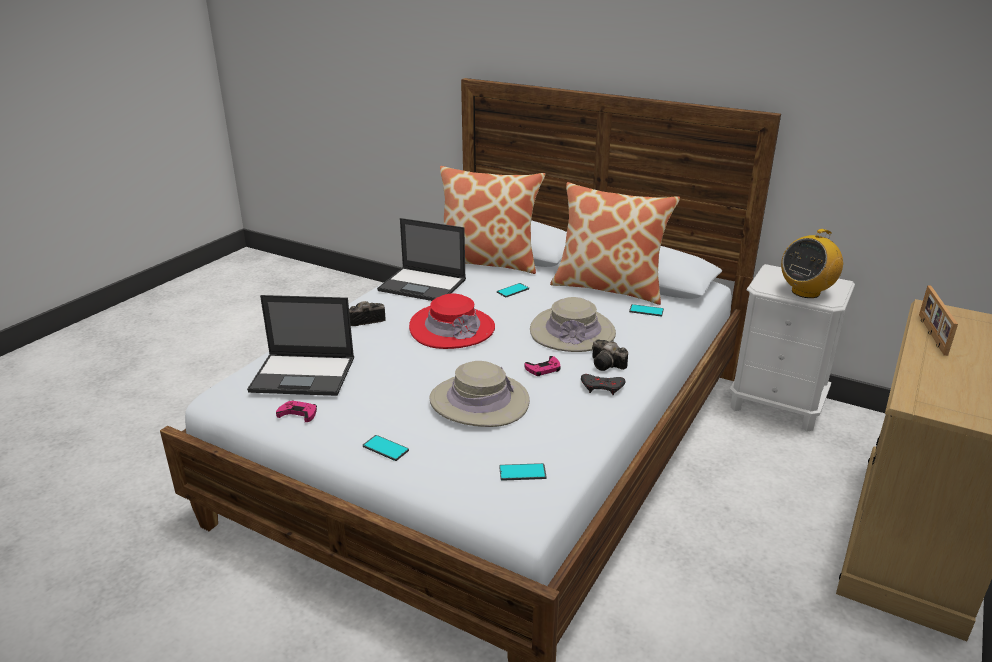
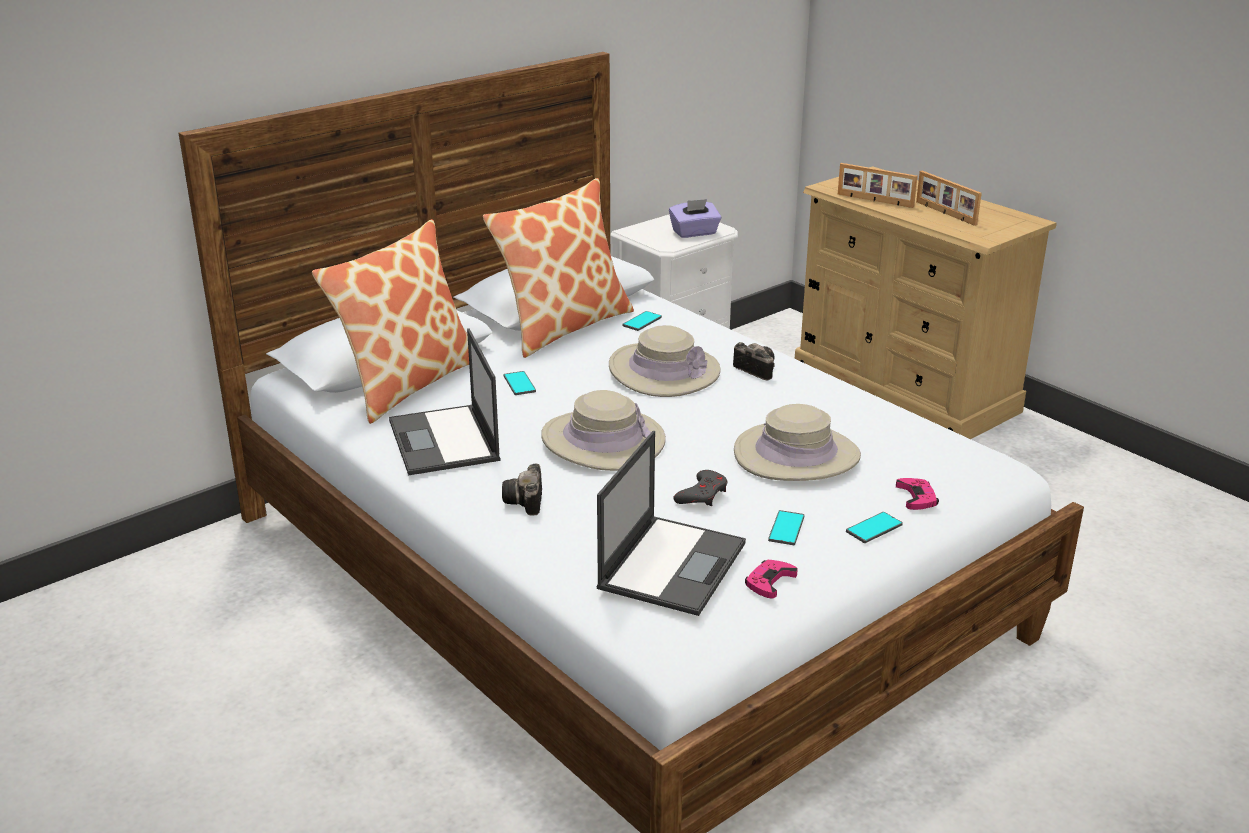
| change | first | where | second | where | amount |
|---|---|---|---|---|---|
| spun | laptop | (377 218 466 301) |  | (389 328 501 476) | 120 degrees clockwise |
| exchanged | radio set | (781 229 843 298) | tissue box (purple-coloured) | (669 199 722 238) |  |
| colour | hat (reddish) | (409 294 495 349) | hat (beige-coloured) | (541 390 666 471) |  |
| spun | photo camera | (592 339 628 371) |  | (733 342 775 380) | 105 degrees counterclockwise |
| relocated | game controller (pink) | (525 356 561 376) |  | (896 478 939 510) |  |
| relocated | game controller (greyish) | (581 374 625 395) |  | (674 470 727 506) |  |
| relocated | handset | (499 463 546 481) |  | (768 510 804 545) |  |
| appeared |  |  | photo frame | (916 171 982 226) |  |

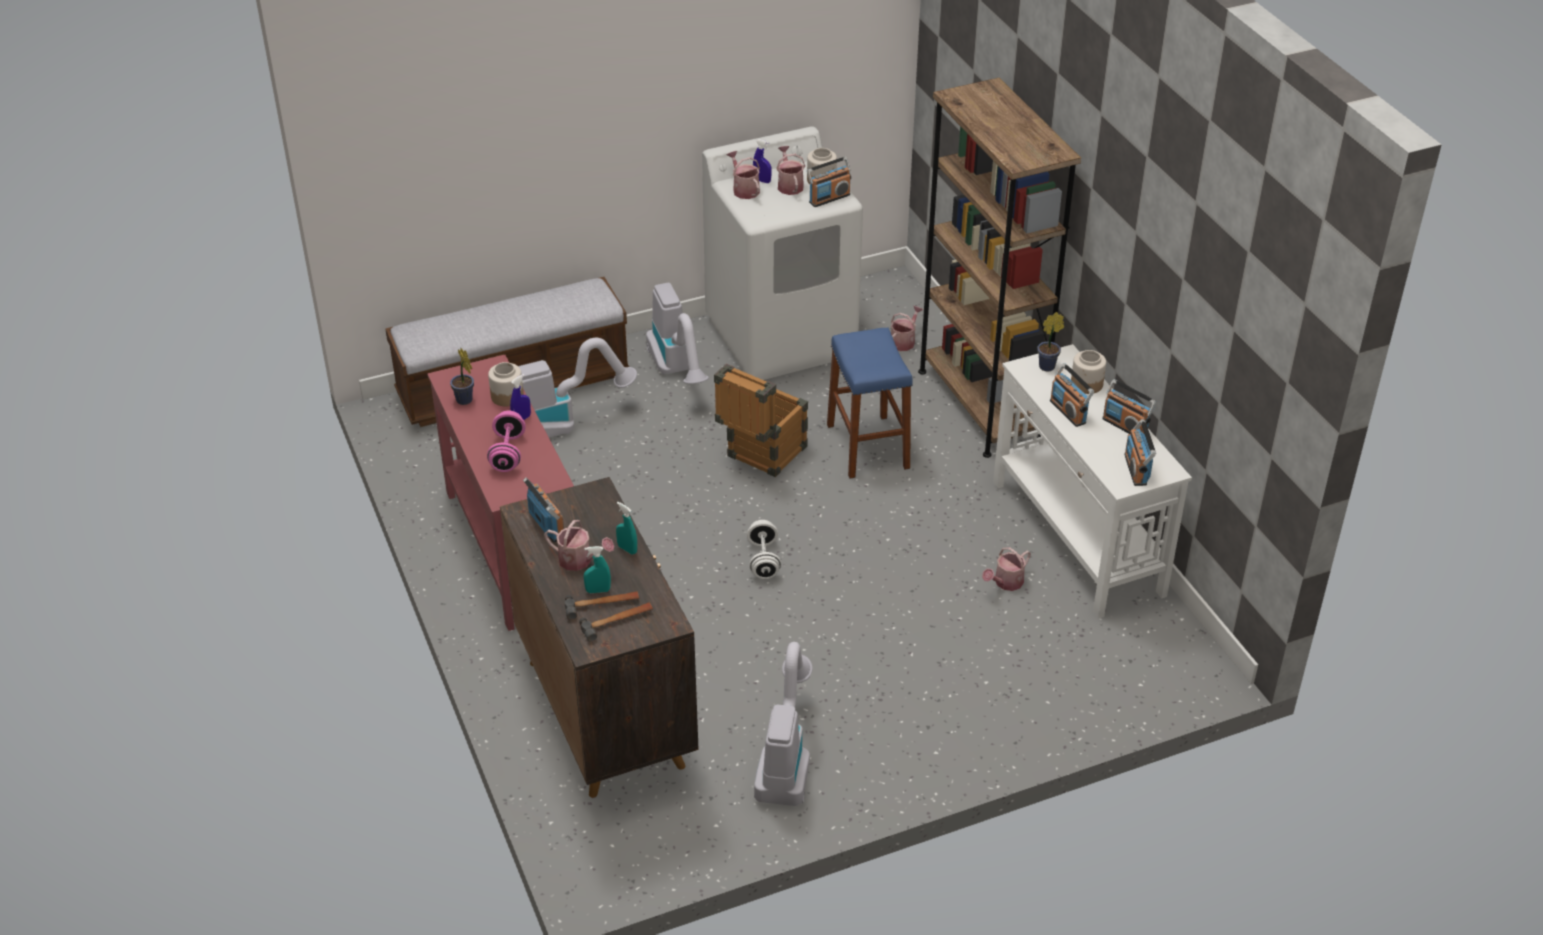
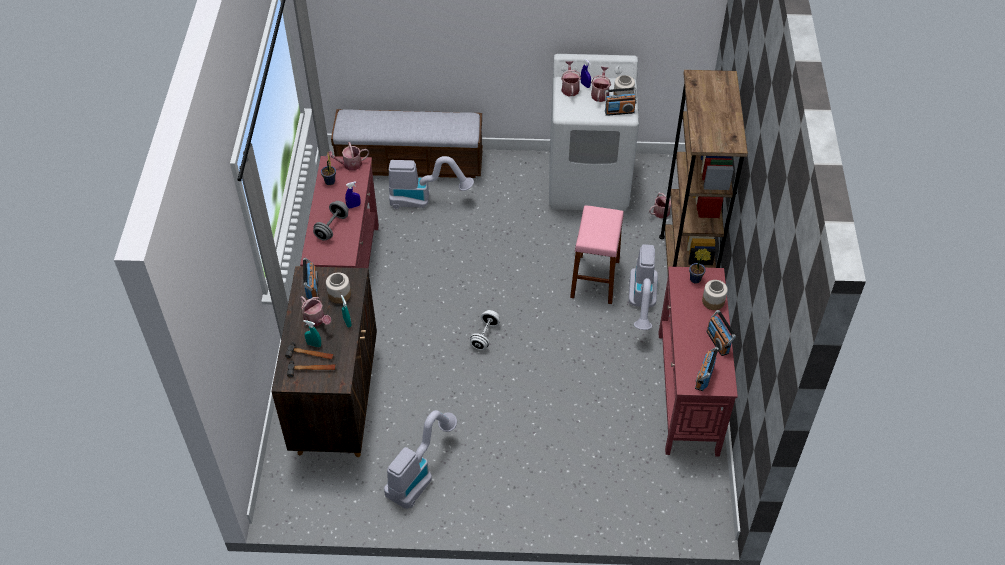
| change | first | where | second | where | amount |
|---|---|---|---|---|---|
| relocated | hoover | (646 283 709 384) |  | (629 244 658 330) |  |
| colour | stool (blue) | (827 327 913 478) | stool (pink) | (570 205 624 304) |  |
| colour | narrow table (white) | (993 344 1192 618) | narrow table (reddish) | (658 267 738 457) |  |
| relocated | preserve jar | (488 362 524 406) |  | (326 272 351 304) |  |
| missing | radio set | (1050 363 1094 427) |  |  |  |
| missing | shipping crate | (714 364 808 477) |  |  |  |
| colour | hand weight (pink) | (487 410 526 472) | hand weight (greyish) | (313 201 349 241) |  |
| relocated | sprinkling can | (982 547 1031 591) |  | (326 142 369 170) |  |

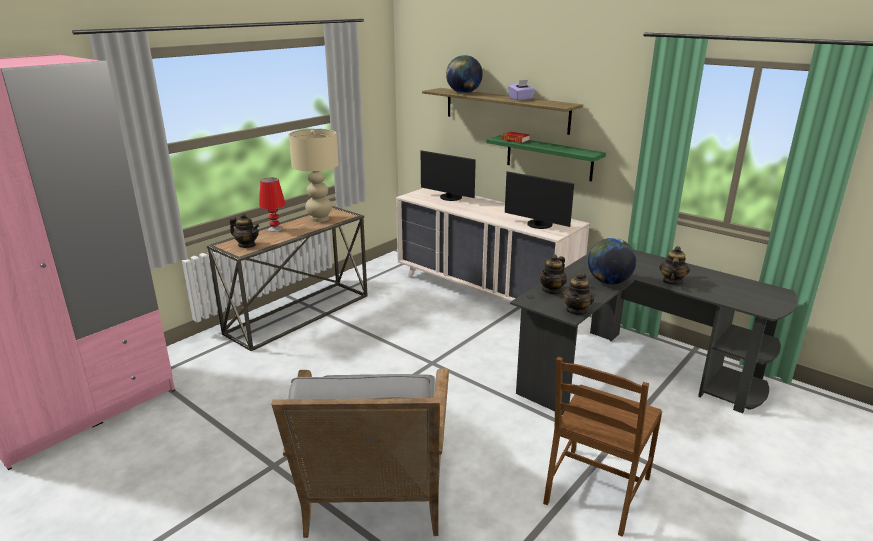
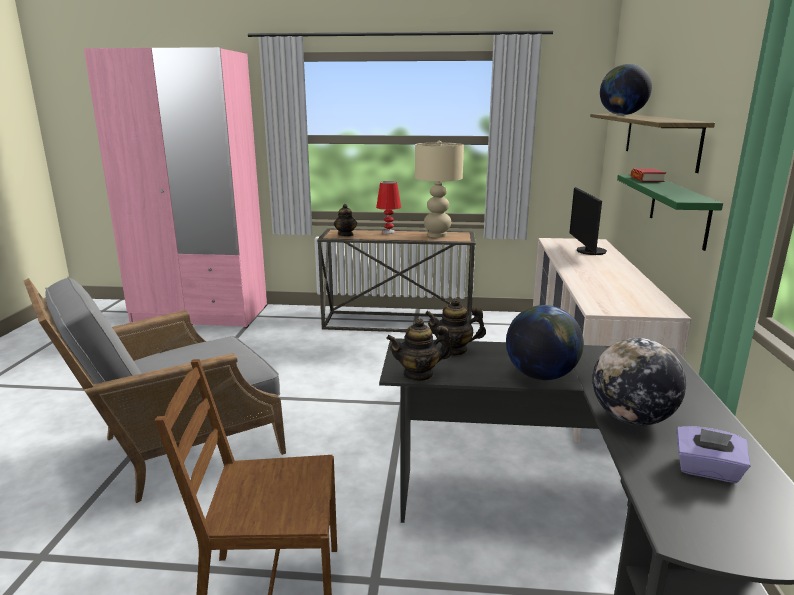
| change | first | where | second | where | amount |
|---|---|---|---|---|---|
| relocated | tissue box (purple-coloured) | (508 80 535 100) |  | (677 426 750 483) |  |
| missing | monitor | (505 171 574 229) |  |  |  |
| exchanged | teapot | (659 246 690 285) | globe | (593 338 686 426) |  |

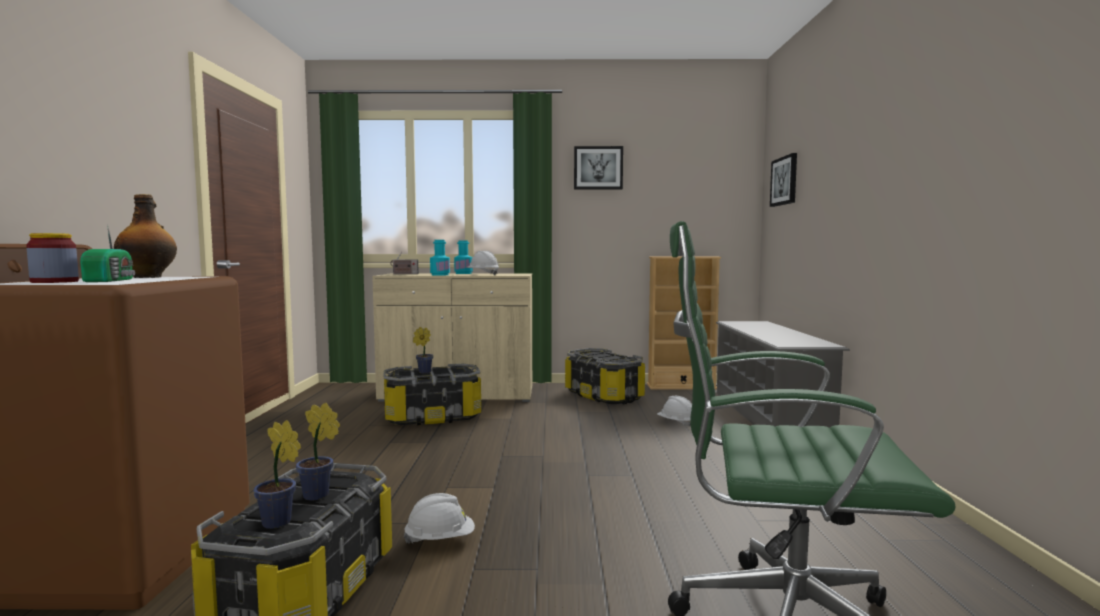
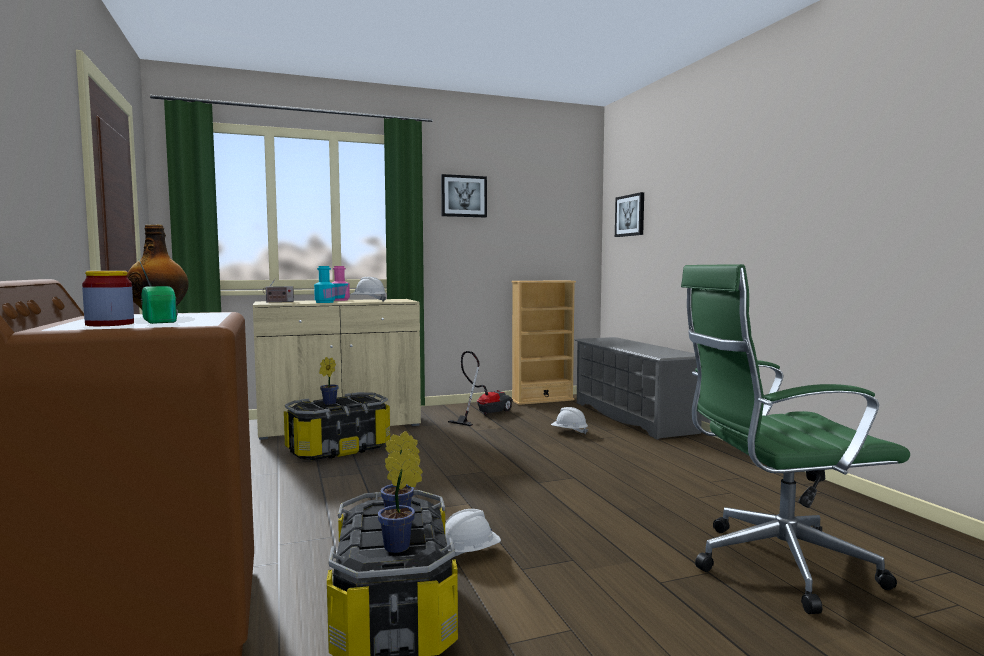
| change | first | where | second | where | amount |
|---|---|---|---|---|---|
| colour | bottle (turquoise) | (454 240 473 274) | bottle (pink) | (332 266 350 301) |  |
| exchanged | storage box | (565 348 645 404) | hoover | (448 351 513 426) |  |

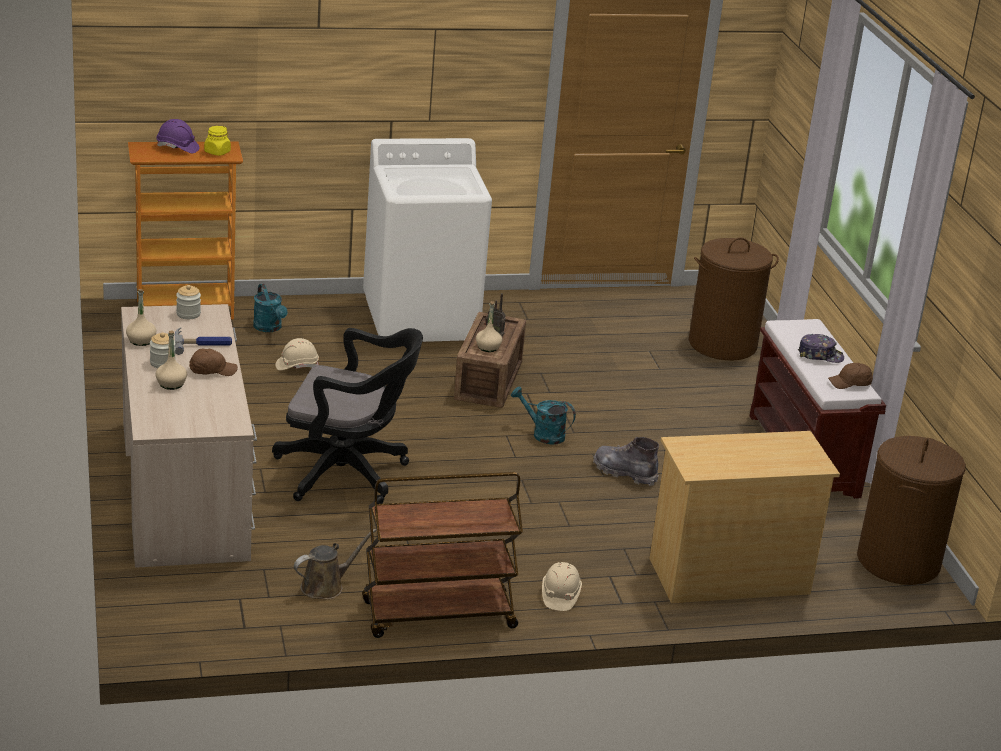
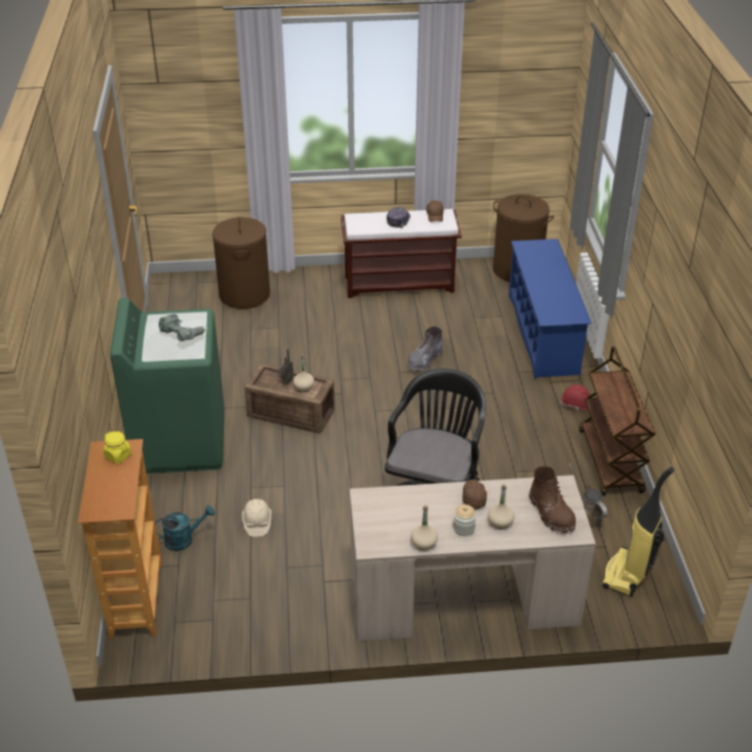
| change | first | where | second | where | amount |
|---|---|---|---|---|---|
| missing | work helmet (purple-coloured) | (156 119 200 153) |  |  |  |
| colour | washing machine (white) | (363 138 492 342) | washing machine (green-coloured) | (110 298 225 474) |  |
| missing | preserve jar | (176 285 201 319) |  |  |  |
| missing | hammer | (175 327 232 355) |  |  |  |
| missing | sprinkling can (turquoise) | (511 386 576 445) |  |  |  |
| exchanged | chest of drawers (beige-coloured) | (650 431 840 603) | shoe stand (blue) | (509 239 592 379) |  |
| colour | work helmet (beige-coloured) | (542 562 582 611) | work helmet (reddish) | (560 385 590 412) |  |
| appeared |  |  | electric drill | (159 314 209 341) |  |
| appeared |  |  | boot (brownish) | (529 466 576 534) |  |
| appeared |  |  | hoover | (602 467 674 597) |  |

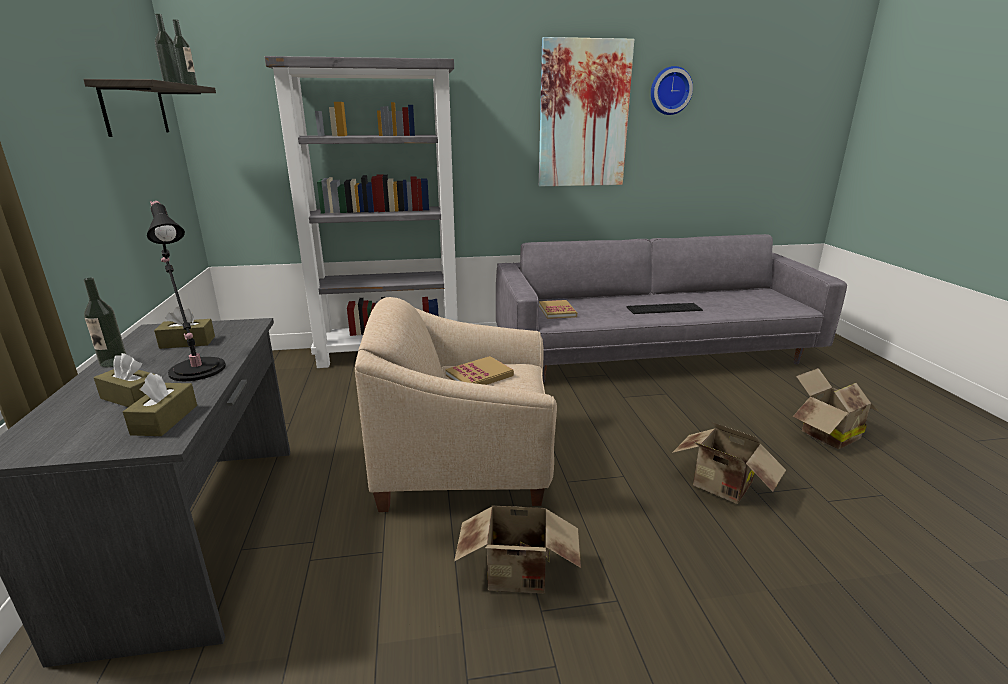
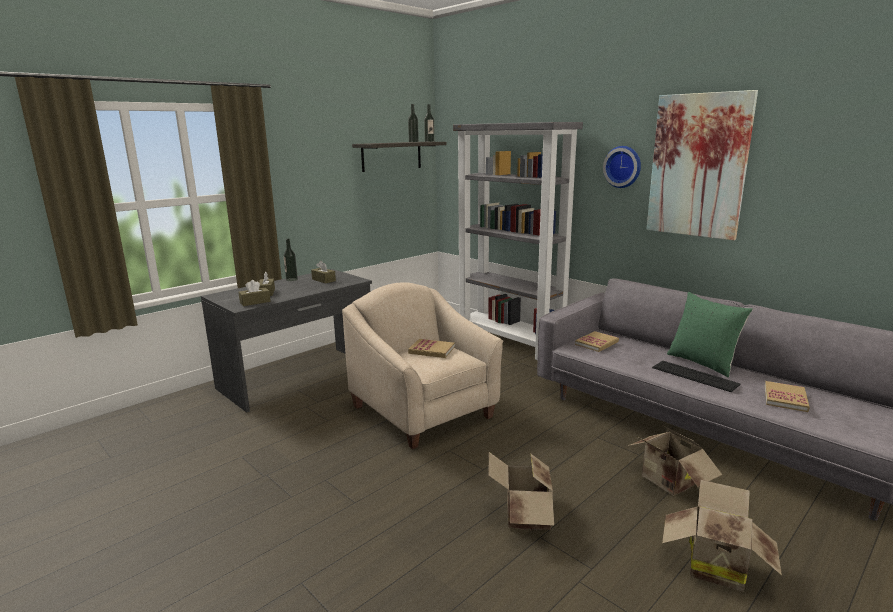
| change | first | where | second | where | amount |
|---|---|---|---|---|---|
| relocated | clock on the wall | (651 66 693 115) |  | (603 146 641 188) |  |
| missing | tabletop lamp (black-coloured) | (147 201 226 381) |  |  |  |
| relocated | carton | (454 506 581 594) |  | (628 424 722 495) |  |
| appeared |  |  | cushion (green-coloured) | (667 292 753 377) |  |
| appeared |  |  | bound book | (765 381 810 412) |  |

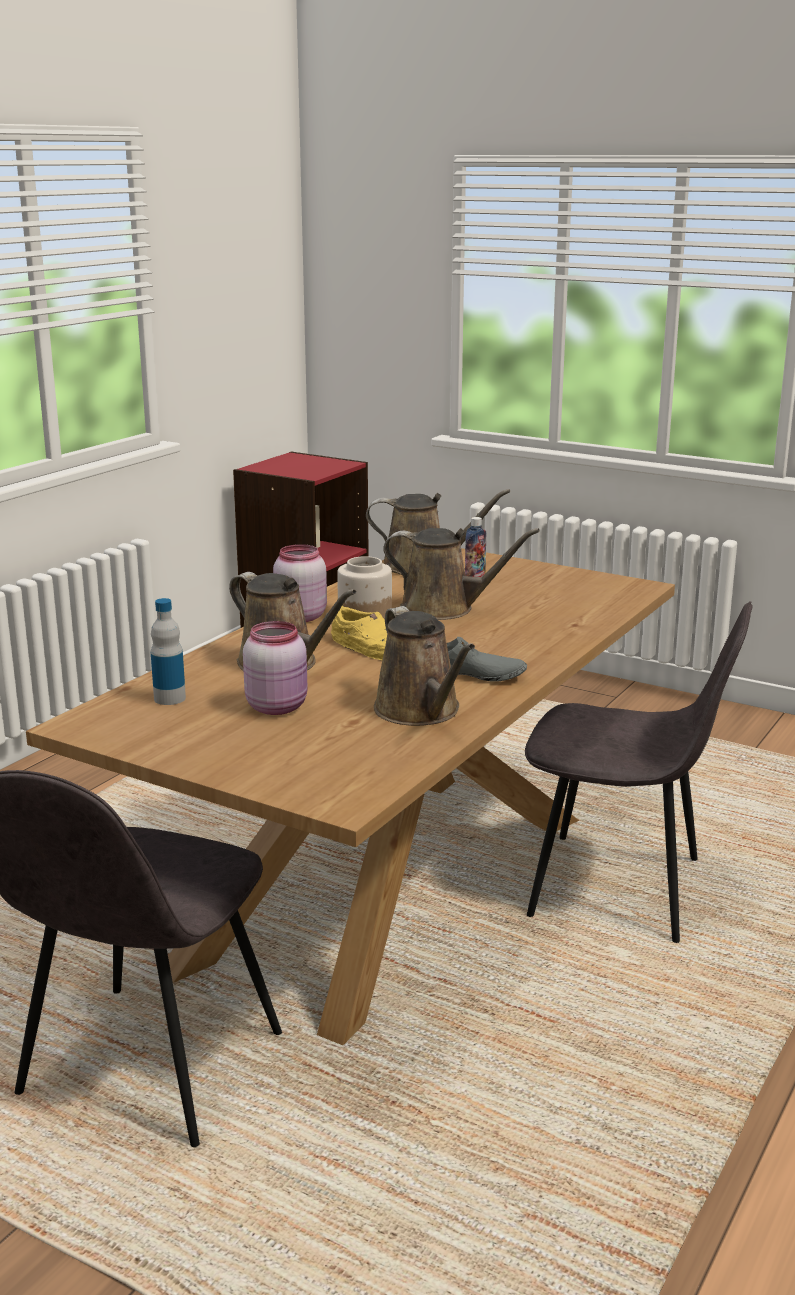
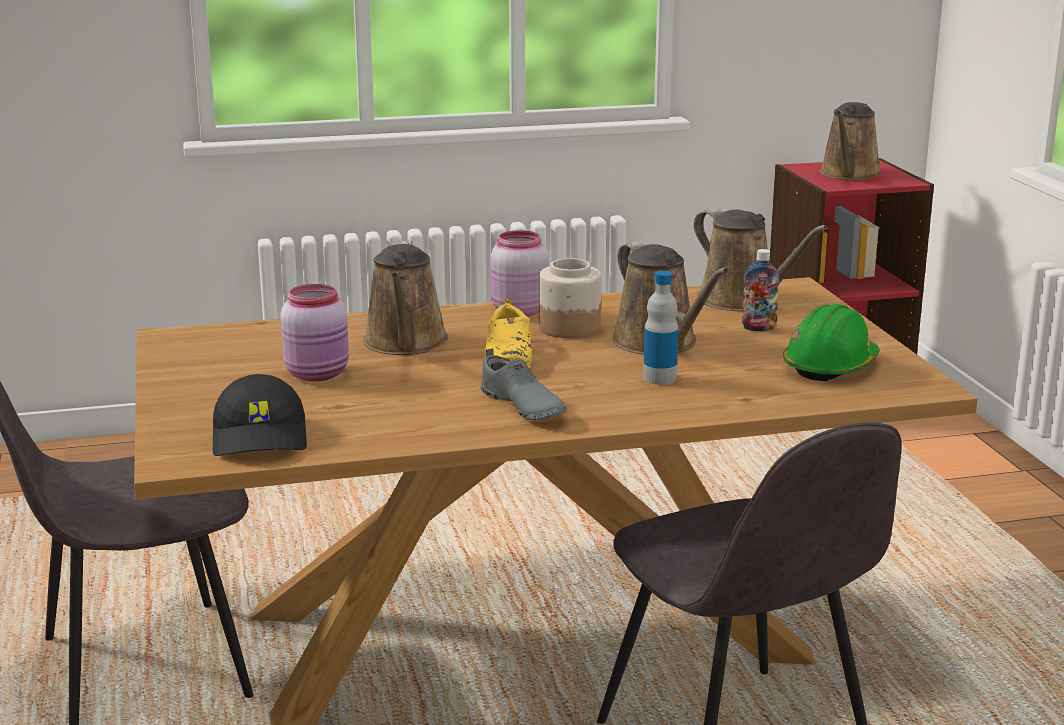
| change | first | where | second | where | amount |
|---|---|---|---|---|---|
| relocated | bottle | (151 598 186 705) |  | (643 271 678 385) |  |
| relocated | sprinkling can (brownish) | (374 606 475 726) |  | (819 102 882 180) |  |
| appeared |  |  | work helmet (green-coloured) | (783 304 879 381) |  |
| appeared |  |  | baseball cap (black-coloured) | (213 374 307 456) |  |

